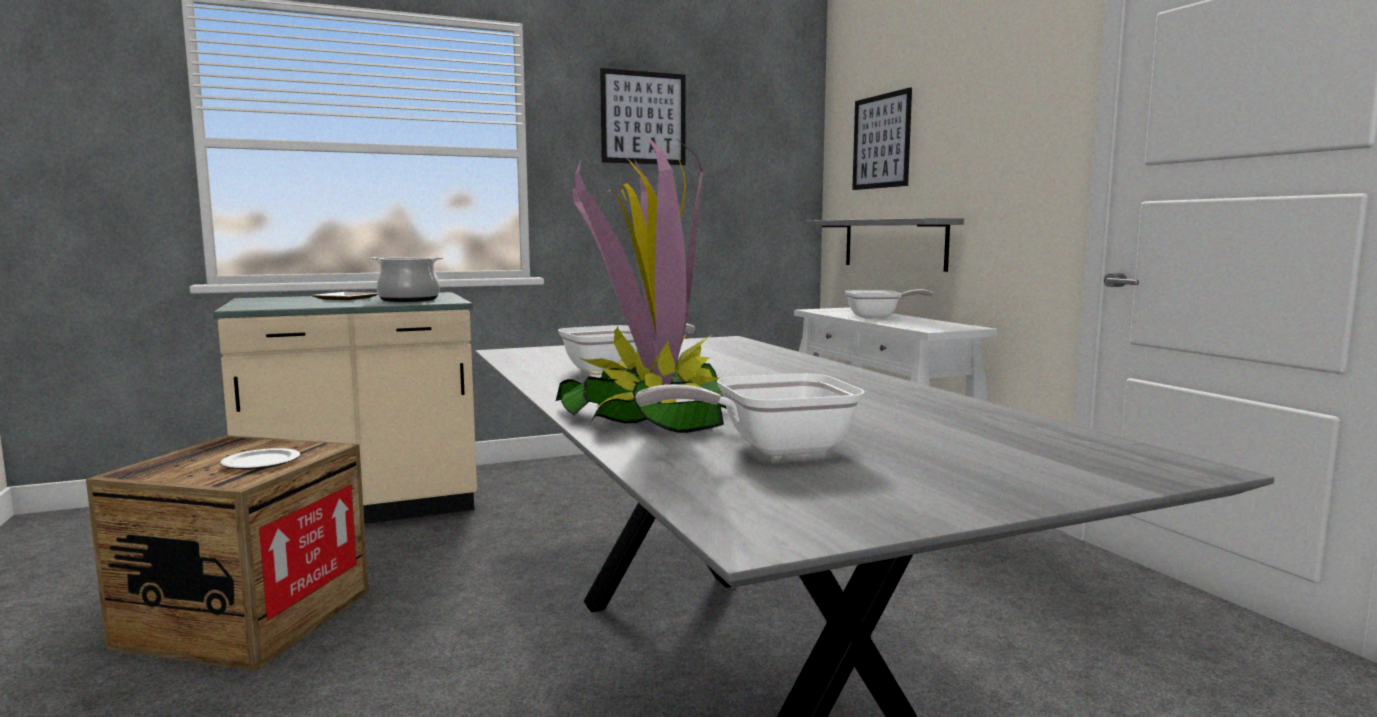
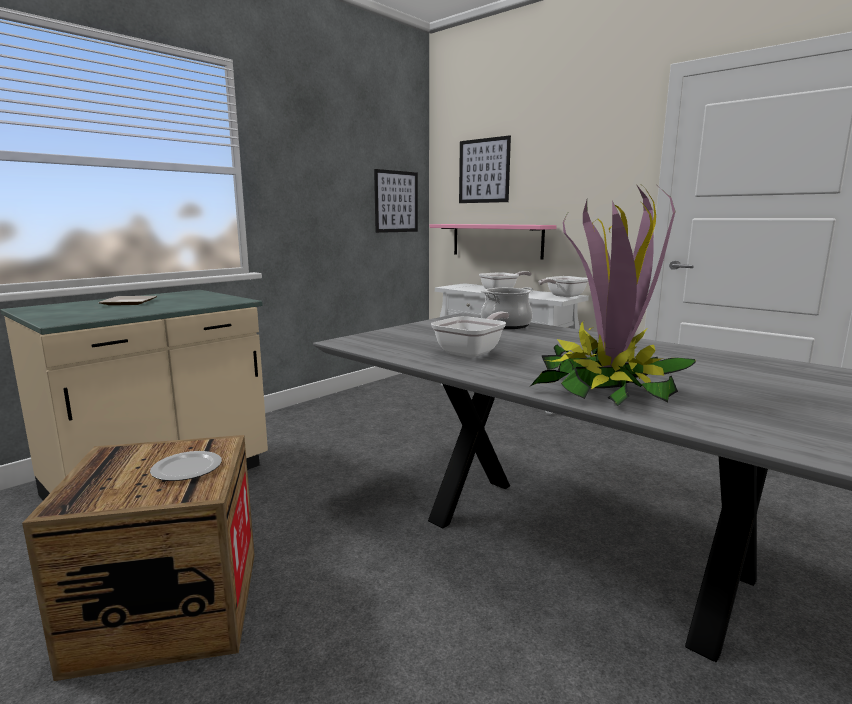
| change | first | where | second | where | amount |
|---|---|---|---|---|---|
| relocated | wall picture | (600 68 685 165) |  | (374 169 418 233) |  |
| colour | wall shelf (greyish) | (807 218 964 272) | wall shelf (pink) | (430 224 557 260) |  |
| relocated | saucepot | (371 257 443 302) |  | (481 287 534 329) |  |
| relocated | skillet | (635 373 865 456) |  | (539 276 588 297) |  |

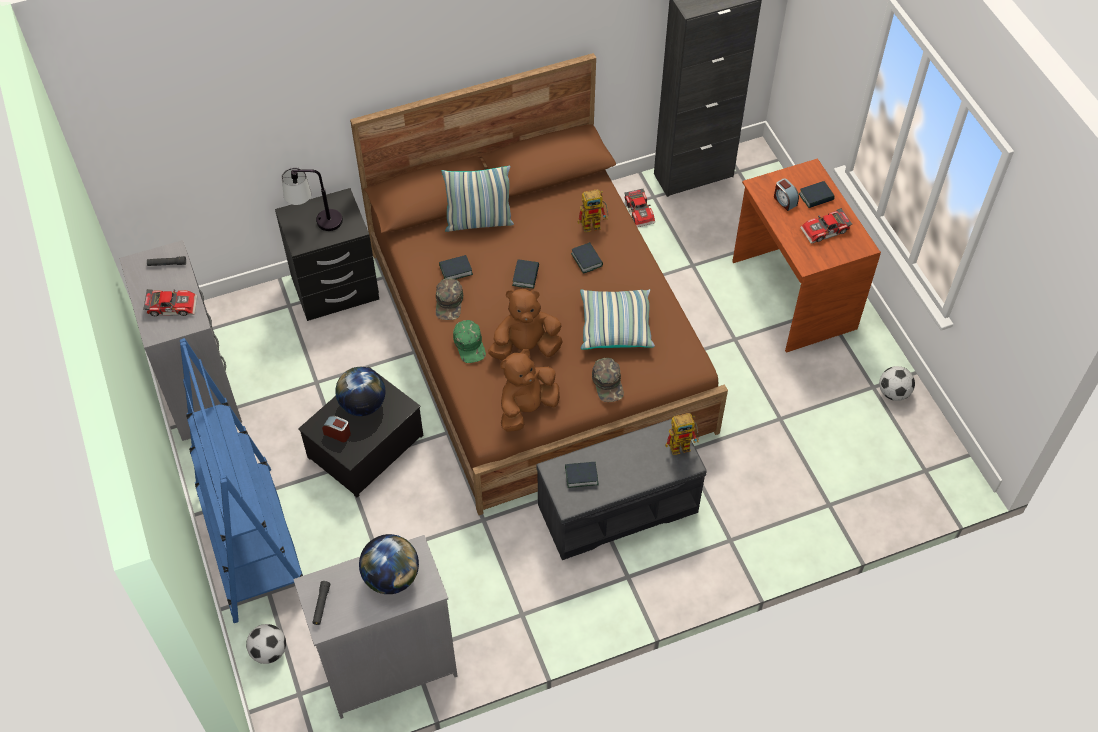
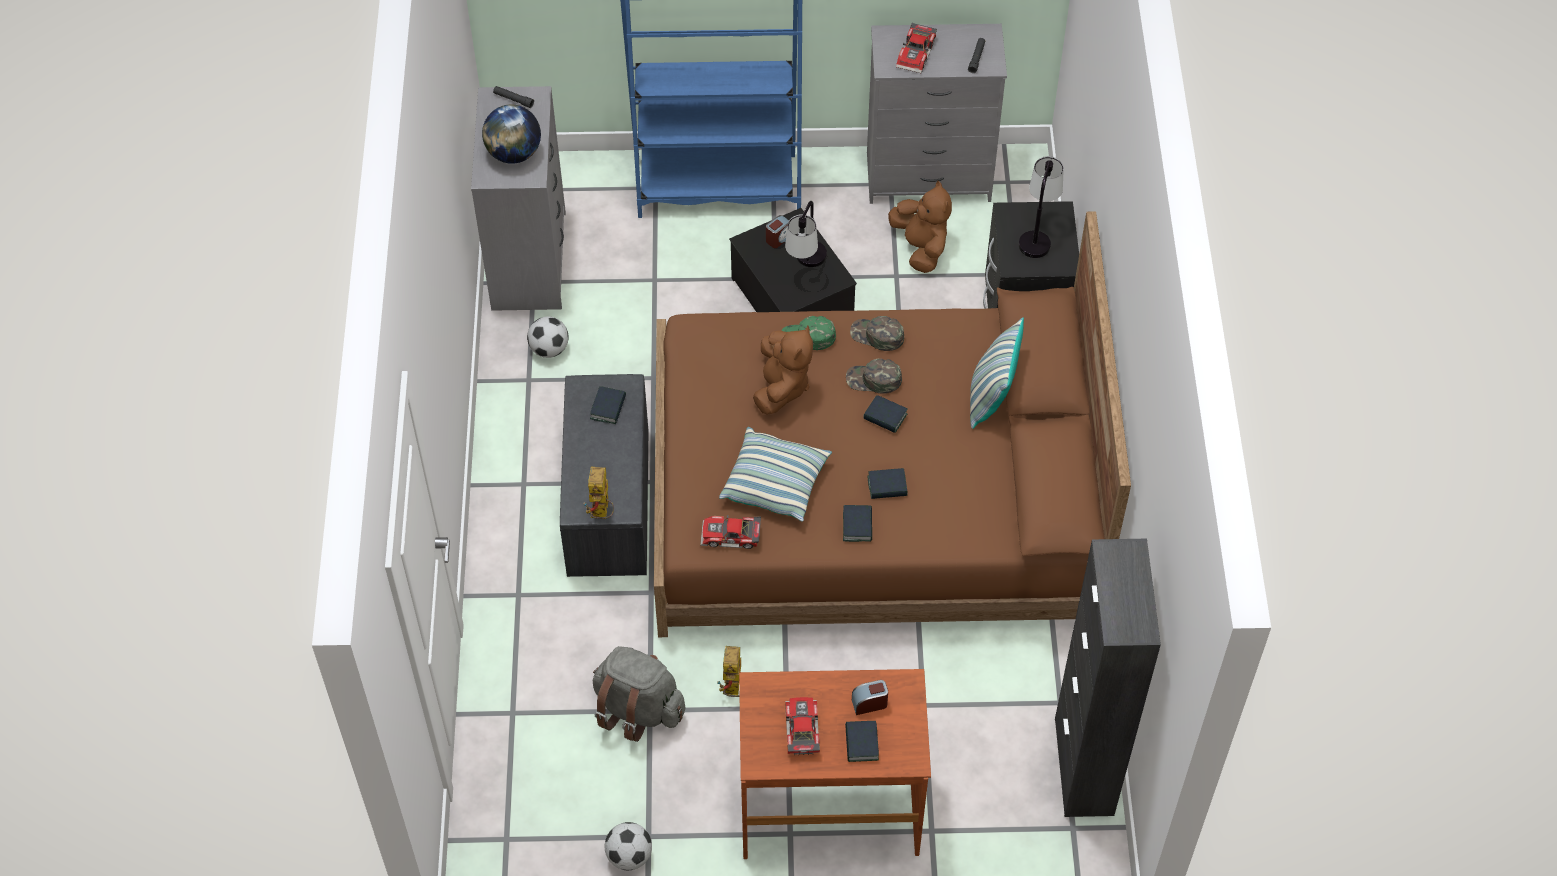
| change | first | where | second | where | amount |
|---|---|---|---|---|---|
| relocated | model robot | (577 189 608 232) |  | (717 646 741 697) |  |
| relocated | toy car | (624 189 655 227) |  | (700 515 761 549) |  |
| relocated | bound book | (439 255 473 279) |  | (843 505 872 542) |  |
| relocated | cuddly toy (brownish) | (500 349 560 432) |  | (888 181 952 273) |  |
| relocated | baseball cap (green-coloured) | (592 358 624 402) |  | (846 358 902 394) |  |
| exchanged | globe | (335 367 385 416) | tabletop lamp | (785 201 827 267) |  |
| relocated | football ball | (246 624 286 664) |  | (527 316 569 358) |  |
| appeared |  |  | backpack (greyish) | (593 646 686 742) |  |

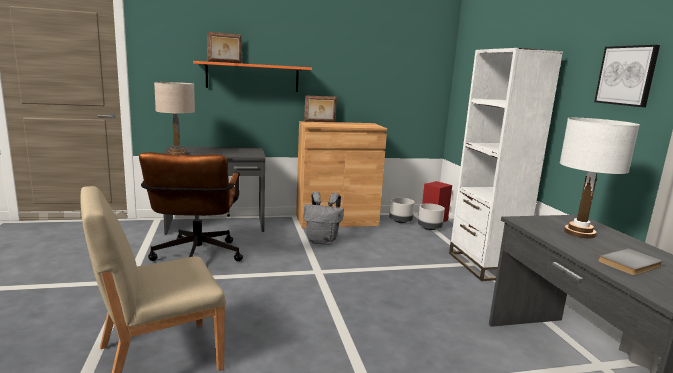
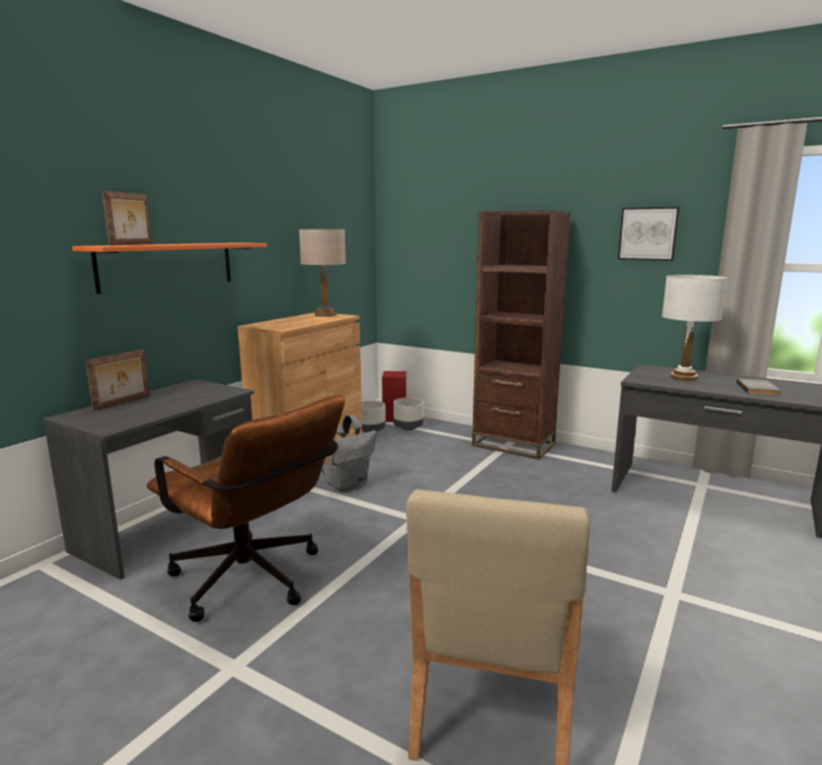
| change | first | where | second | where | amount |
|---|---|---|---|---|---|
| colour | bookshelf (white) | (449 48 563 281) | bookshelf (brownish) | (472 210 571 459) |  |
| relocated | tabletop lamp (beige-coloured) | (154 82 195 155) |  | (299 229 346 317) |  |
| relocated | photo frame | (304 95 337 122) |  | (86 349 150 410) |  |

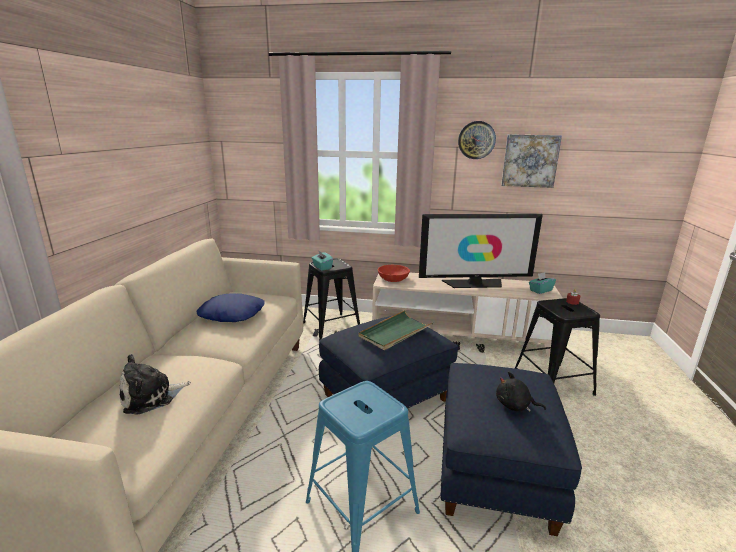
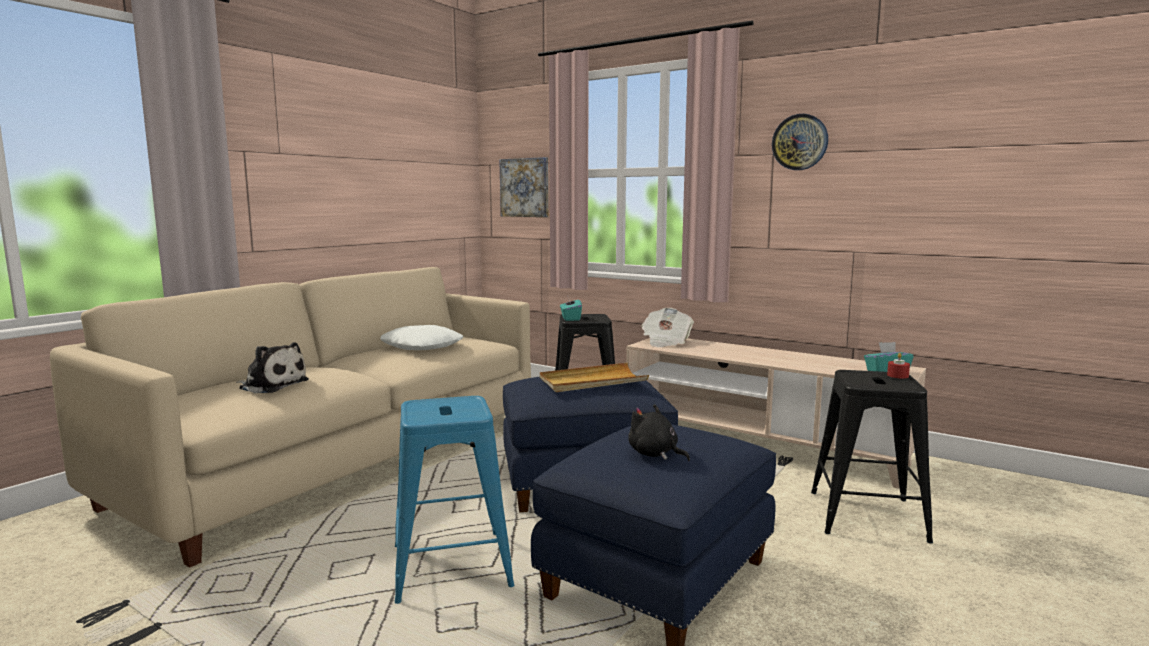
| change | first | where | second | where | amount |
|---|---|---|---|---|---|
| relocated | wall picture | (501 134 562 188) |  | (499 157 548 217) |  |
| missing | TV | (419 214 543 288) |  |  |  |
| exchanged | deep dish (reddish) | (378 265 410 282) | newspaper | (641 308 694 347) |  |
| colour | cushion (blue) | (196 294 264 322) | cushion (white) | (380 325 463 350) |  |
| colour | tray (green-coloured) | (358 310 433 350) | tray (beige-coloured) | (540 363 649 392) |  |
| spun | cuddly toy | (119 354 191 415) |  | (236 342 309 393) | 150 degrees counterclockwise |

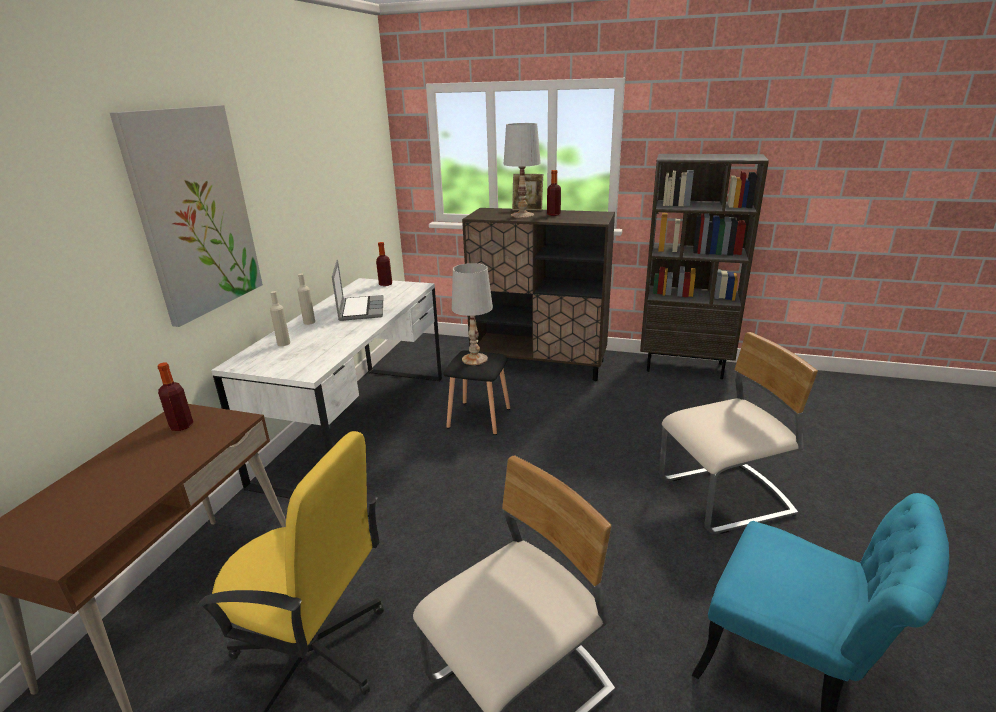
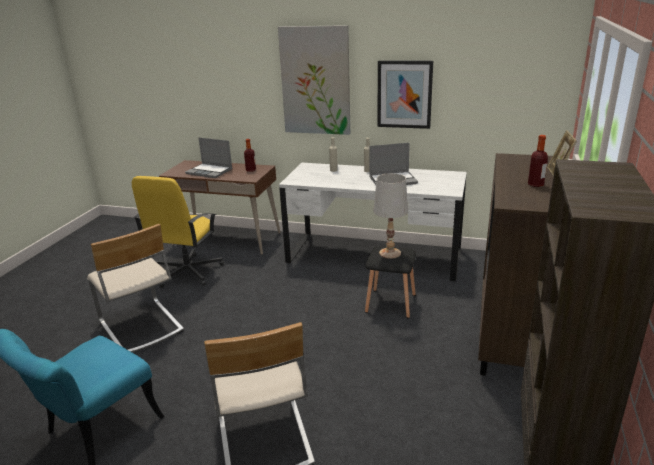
| change | first | where | second | where | amount |
|---|---|---|---|---|---|
| missing | tabletop lamp (white) | (504 123 541 218) |  |  |  |
| missing | bottle | (376 242 392 286) |  |  |  |
| appeared |  |  | wall picture | (378 60 433 129) |  |
| appeared |  |  | laptop | (185 137 232 178) |  |

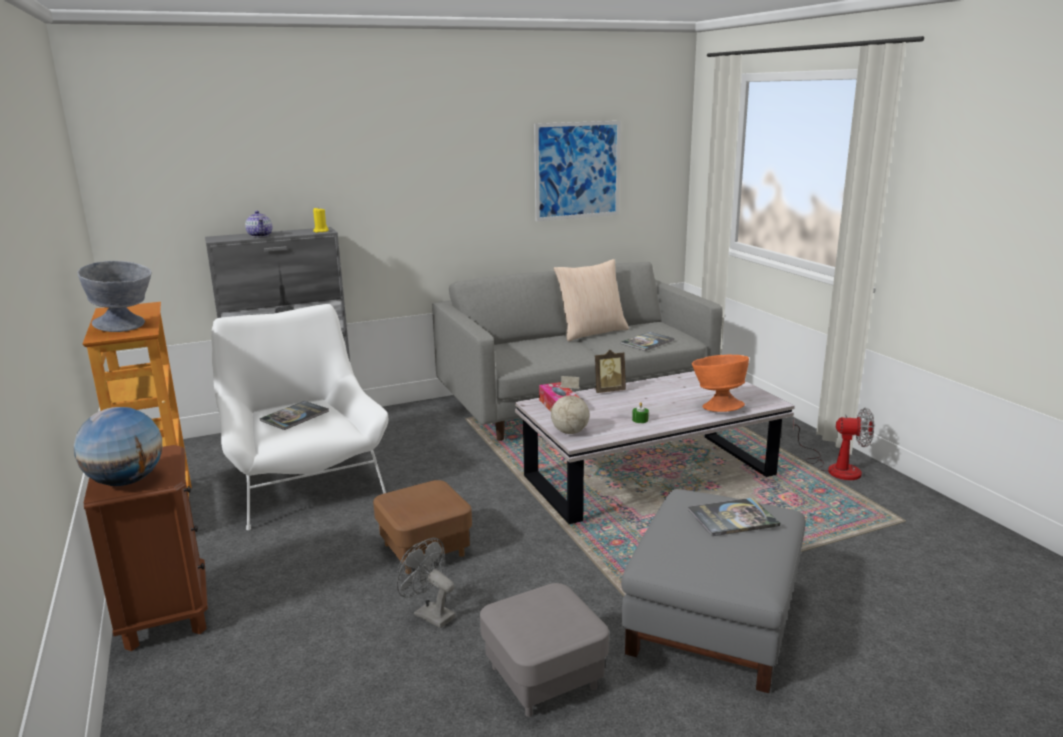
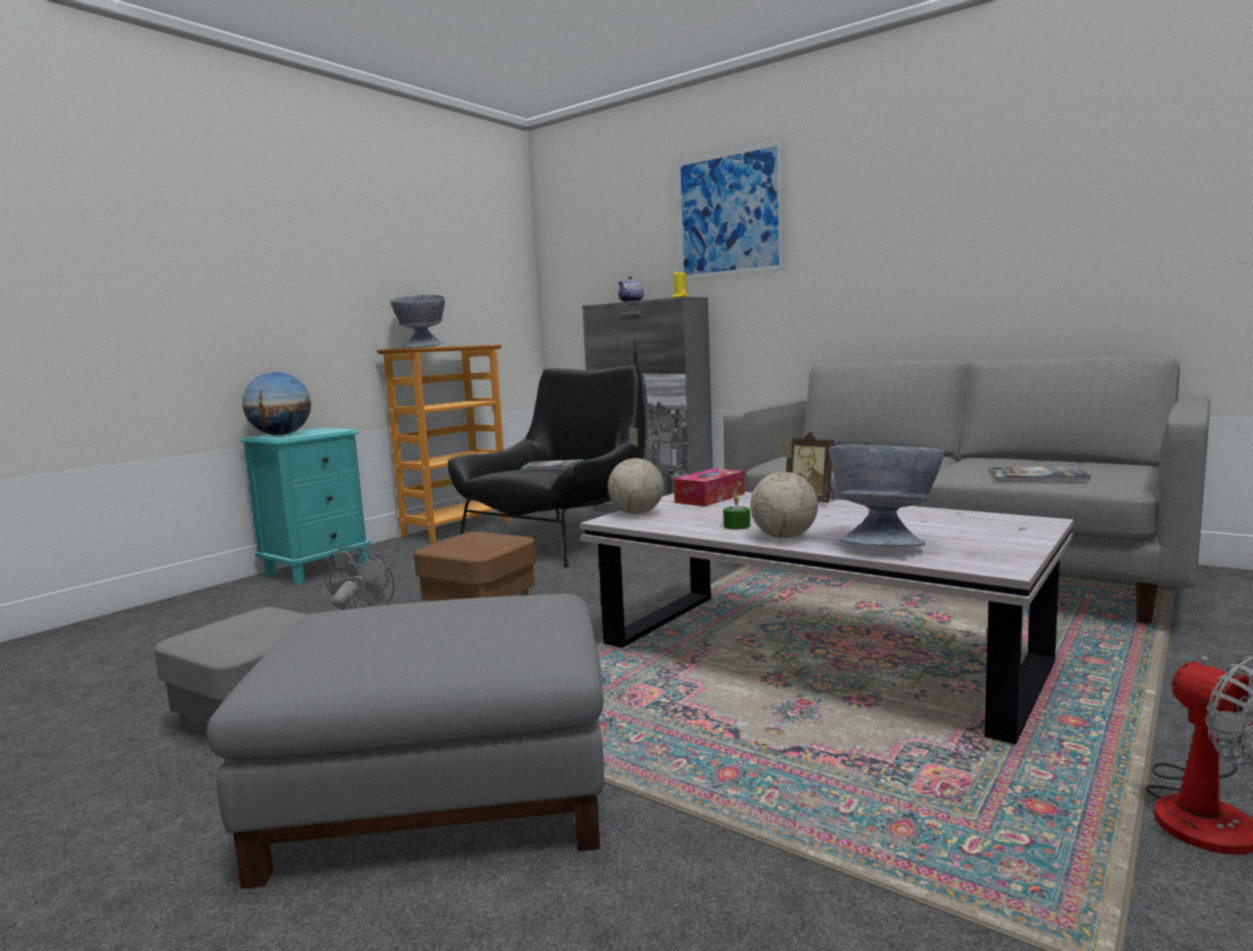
| change | first | where | second | where | amount |
|---|---|---|---|---|---|
| relocated | wall picture | (534 121 621 221) |  | (676 140 785 280) |  |
| missing | cushion (beige-coloured) | (554 259 629 341) |  |  |  |
| colour | lounge chair (white) | (211 304 388 530) | lounge chair (black-coloured) | (448 365 646 568) |  |
| colour | deep dish (orange-coloured) | (692 355 749 412) | deep dish (greyish) | (828 445 945 547) |  |
| colour | bedside table (brownish) | (84 445 208 651) | bedside table (turquoise) | (241 428 371 584) |  |
| missing | bound book | (688 498 780 536) |  |  |  |
| appeared |  |  | globe | (750 434 818 538) |  |

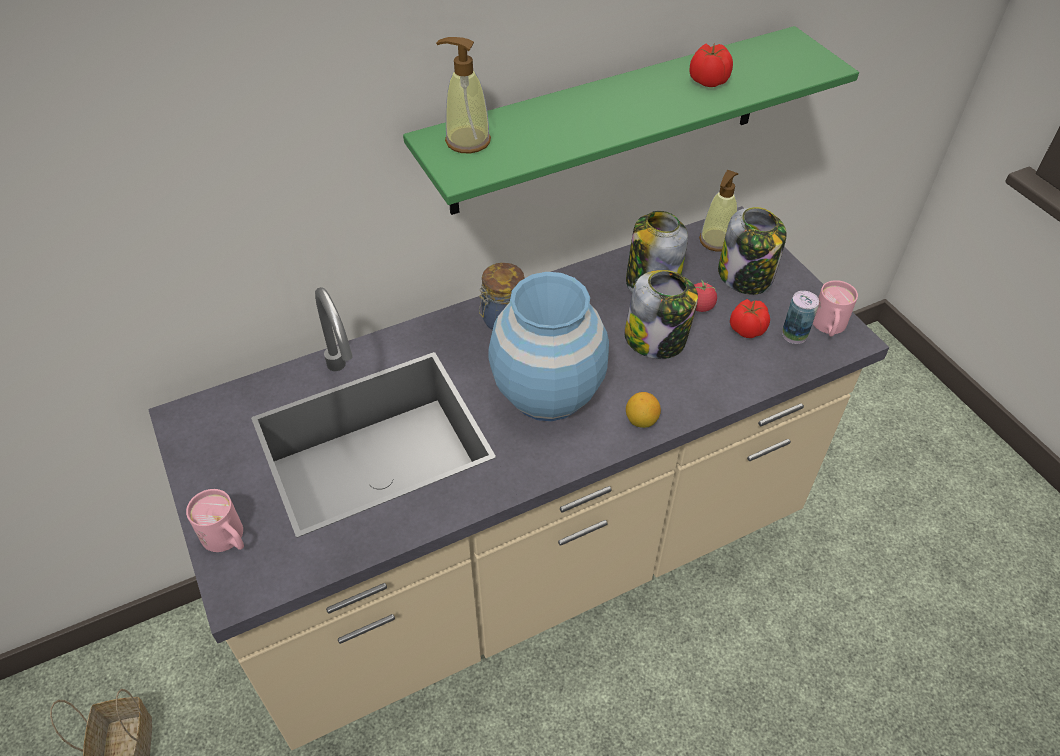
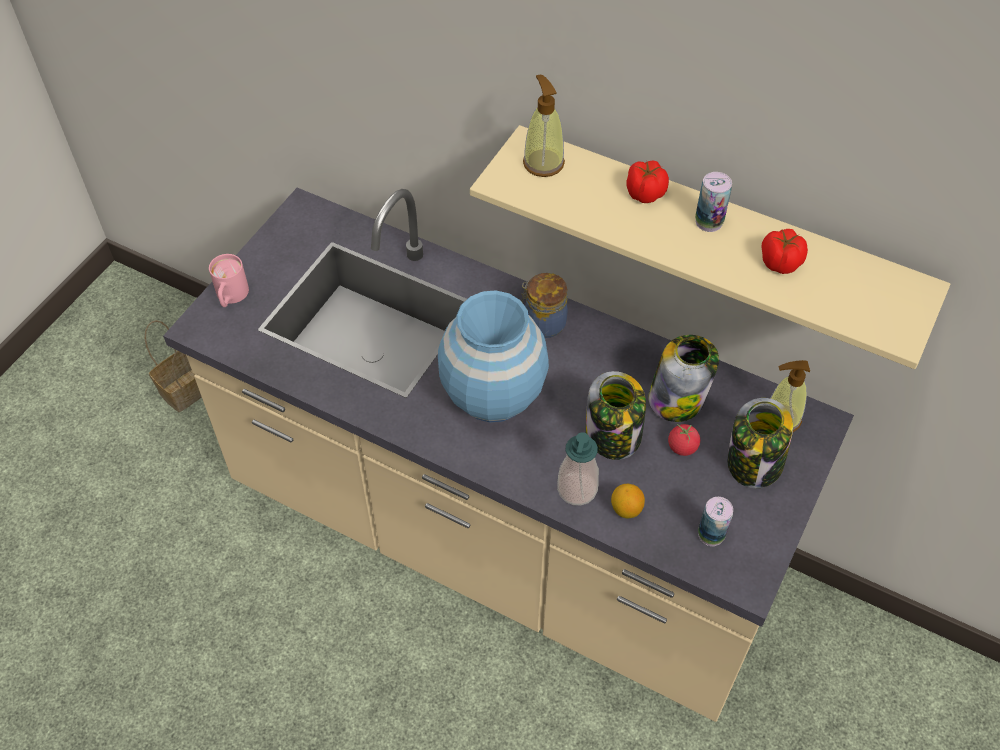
| change | first | where | second | where | amount |
|---|---|---|---|---|---|
| colour | wall shelf (green-coloured) | (403 26 859 215) | wall shelf (beige-coloured) | (470 125 950 369) |  |
| missing | coffee mug (pink) | (813 280 858 337) |  |  |  |
| relocated | tomato | (730 299 770 338) |  | (626 160 669 203) |  |
| relocated | citrus fruit | (626 392 661 428) |  | (611 484 645 518) |  |
| appeared |  |  | metal can | (695 172 732 232) |  |
| appeared |  |  | soap bottle | (557 432 599 505) |  |

